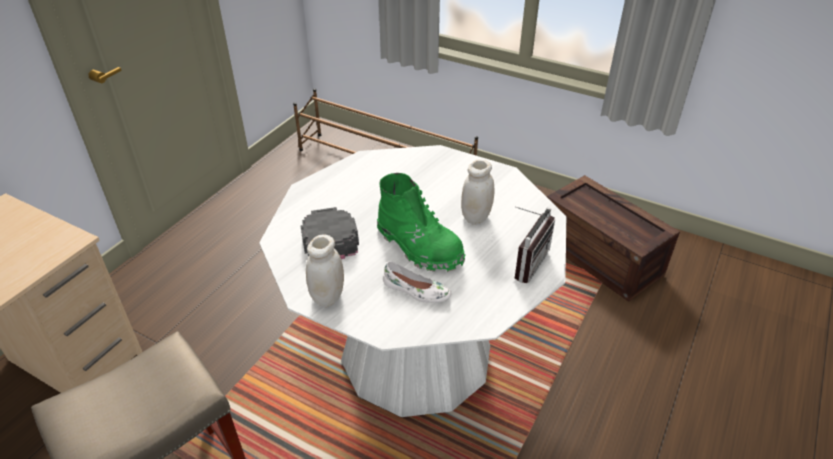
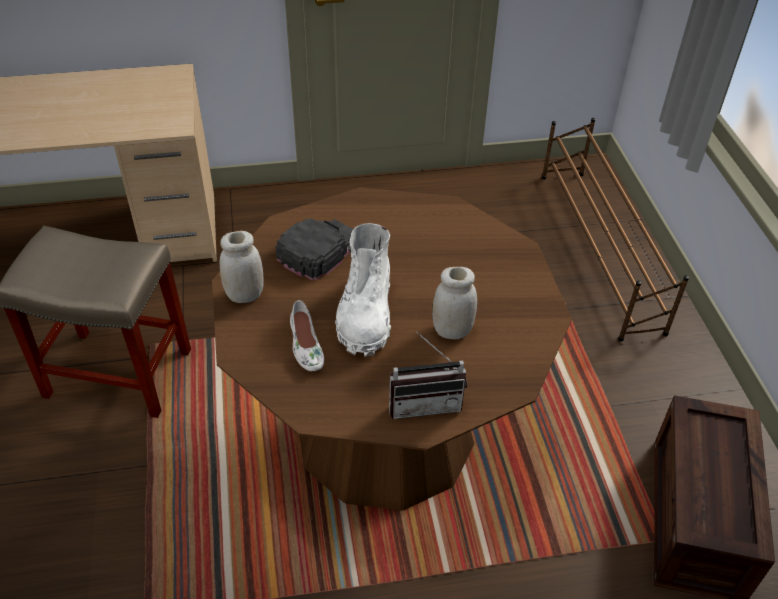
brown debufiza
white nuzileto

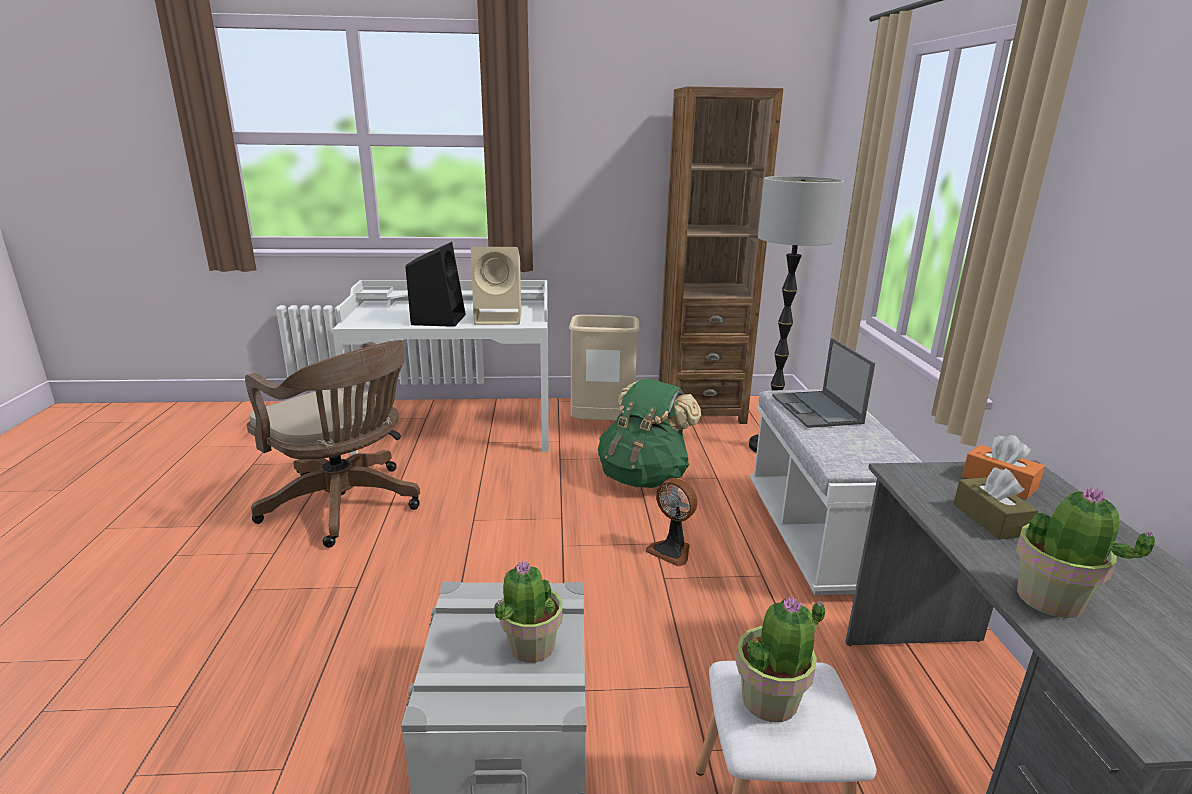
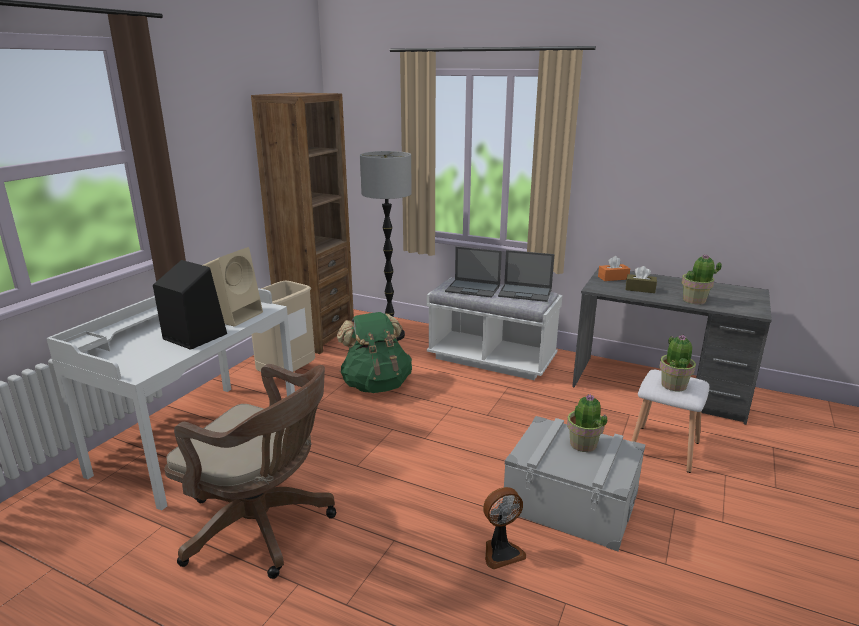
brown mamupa
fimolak
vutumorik (no. 2 from left)

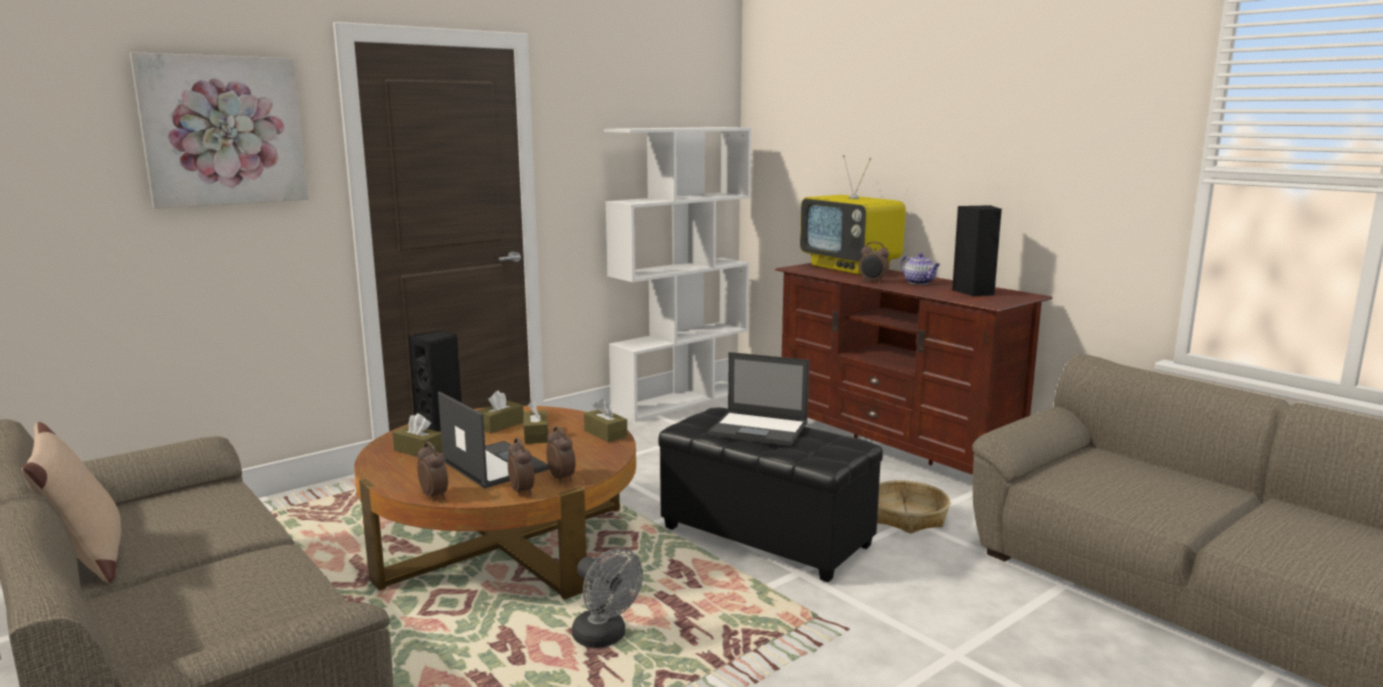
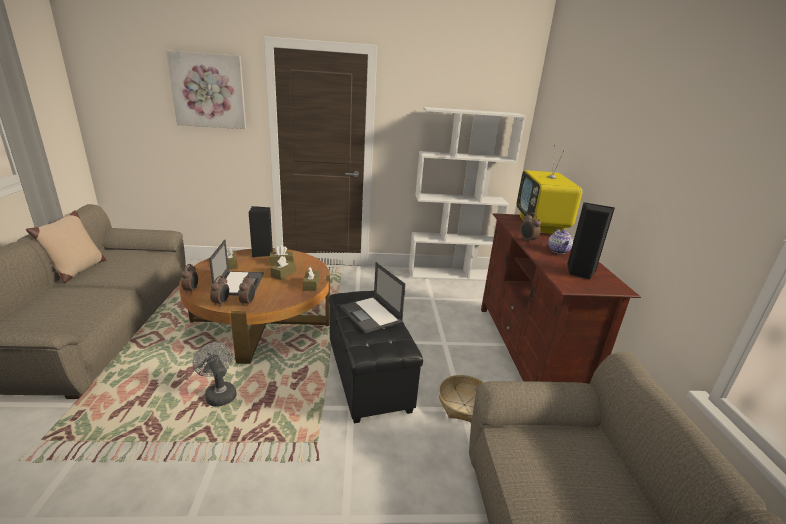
grey fimolak

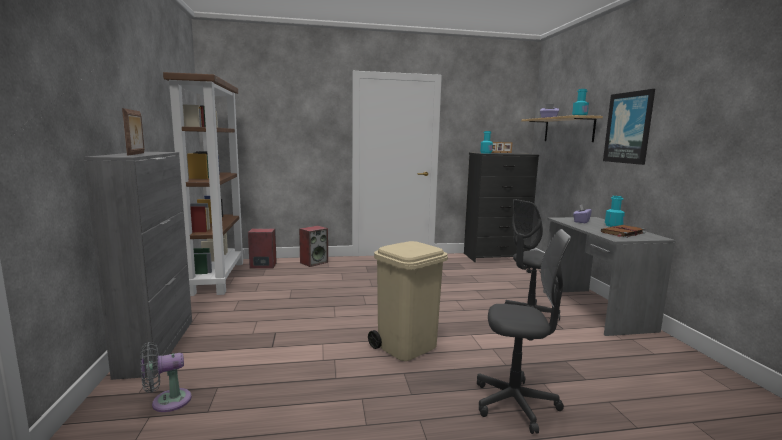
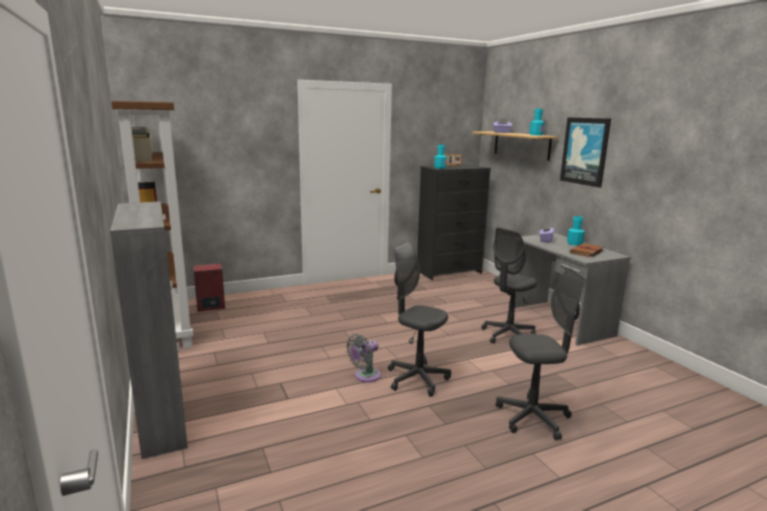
grey fimolak
grey mamupa (no. 1 from left)
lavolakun (no. 1 from left in the first image)
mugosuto (no. 2 from left in the first image)

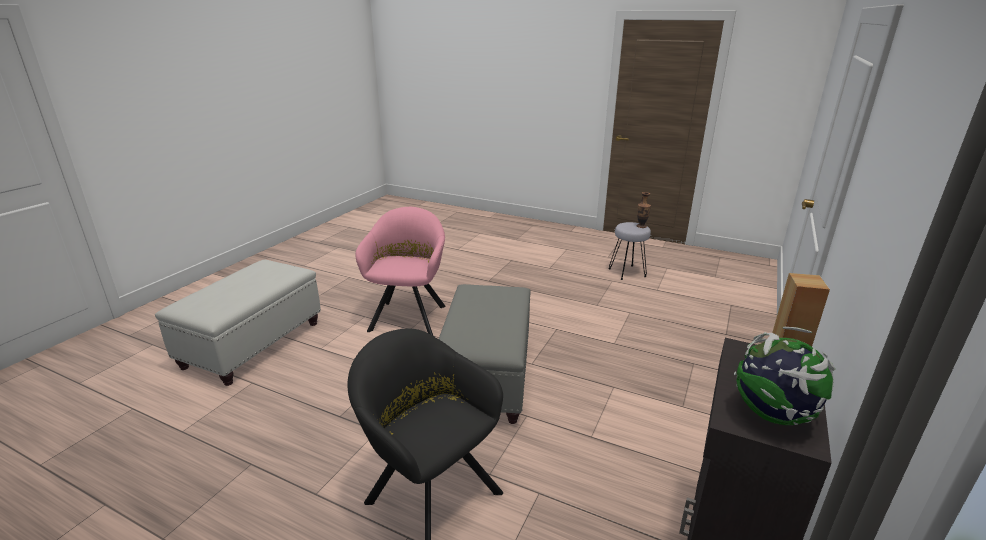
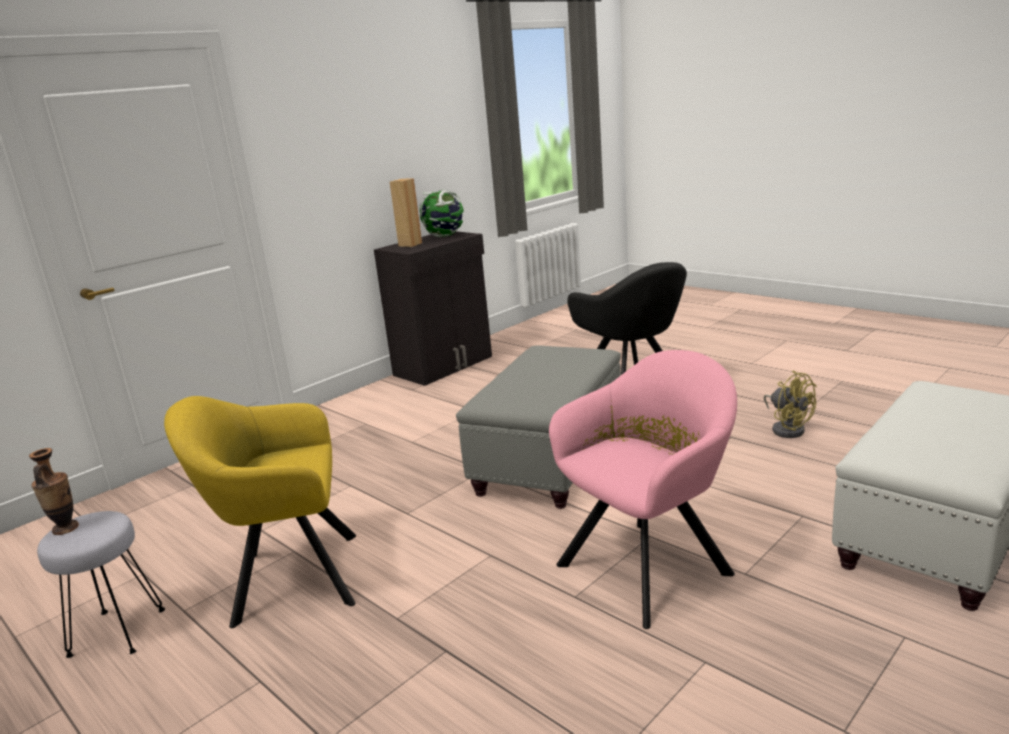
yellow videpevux
pink videpevux
yellow fimolak

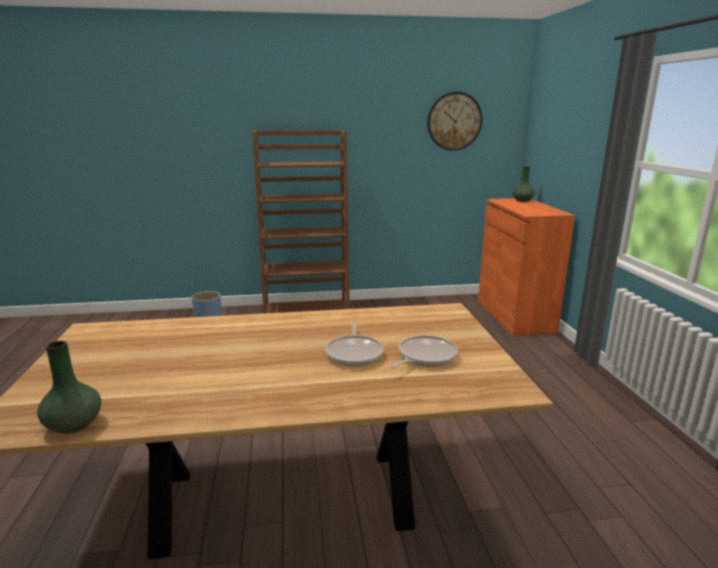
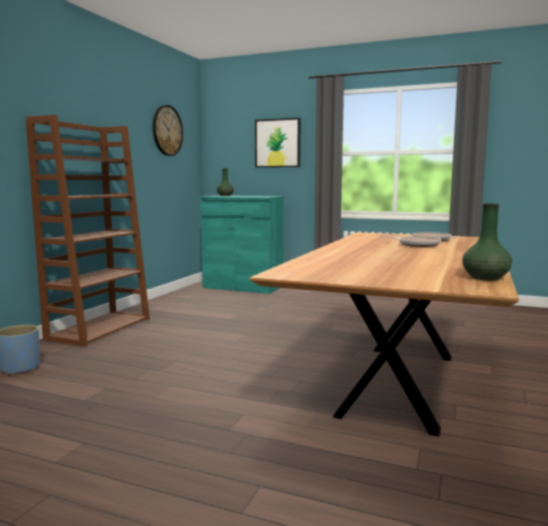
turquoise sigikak
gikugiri

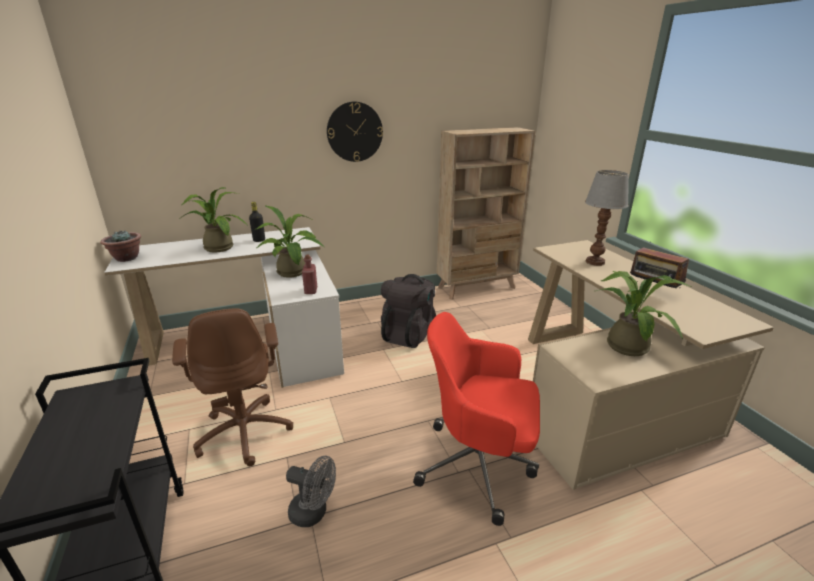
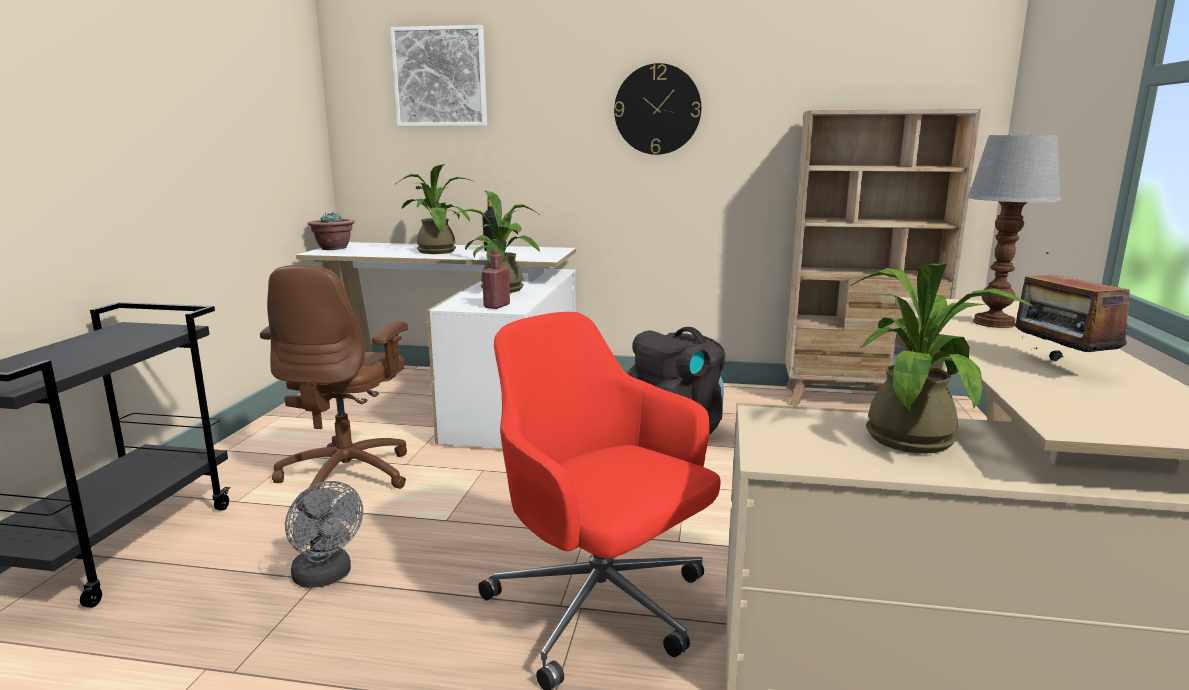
gikugiri

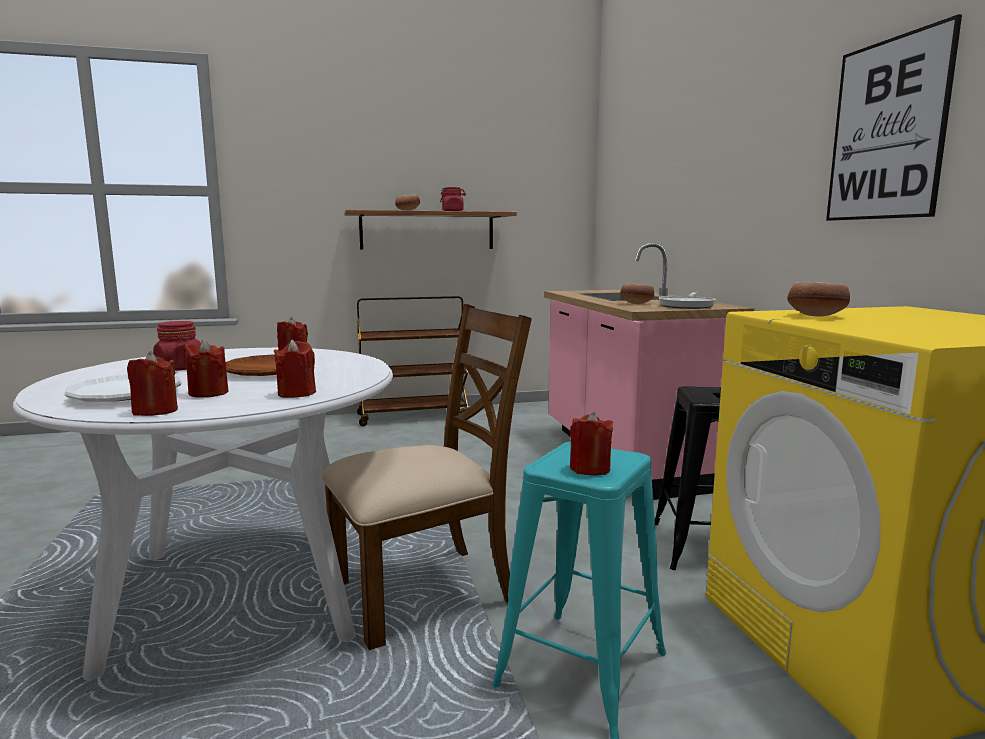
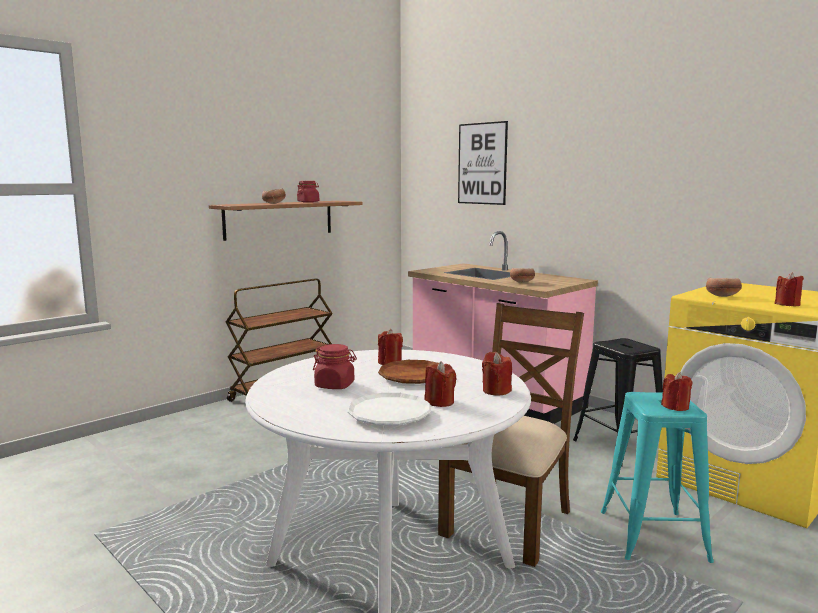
gikugiri
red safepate (no. 5 from left)
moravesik

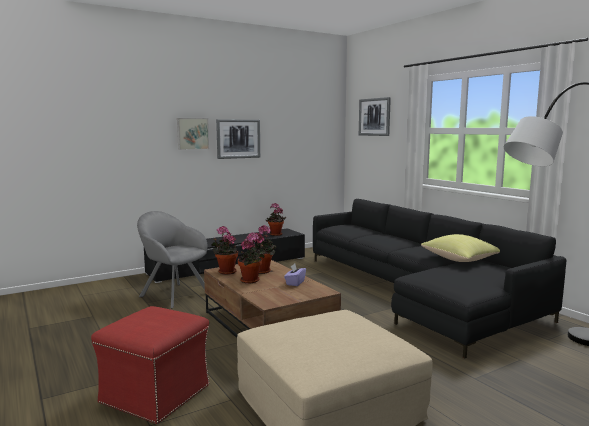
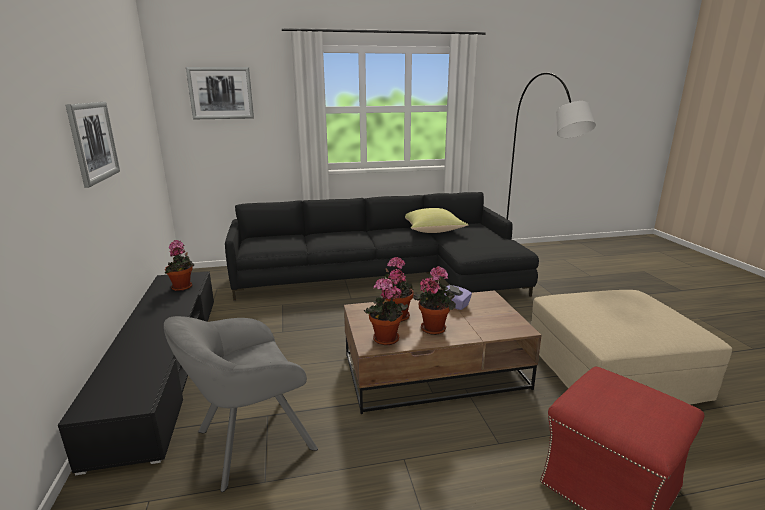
gikugiri (no. 1 from left in the first image)

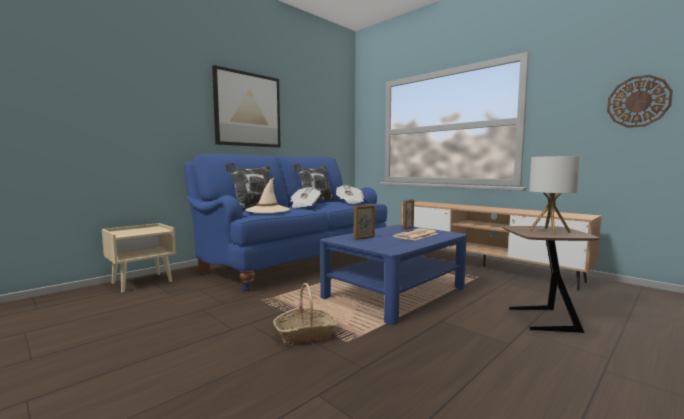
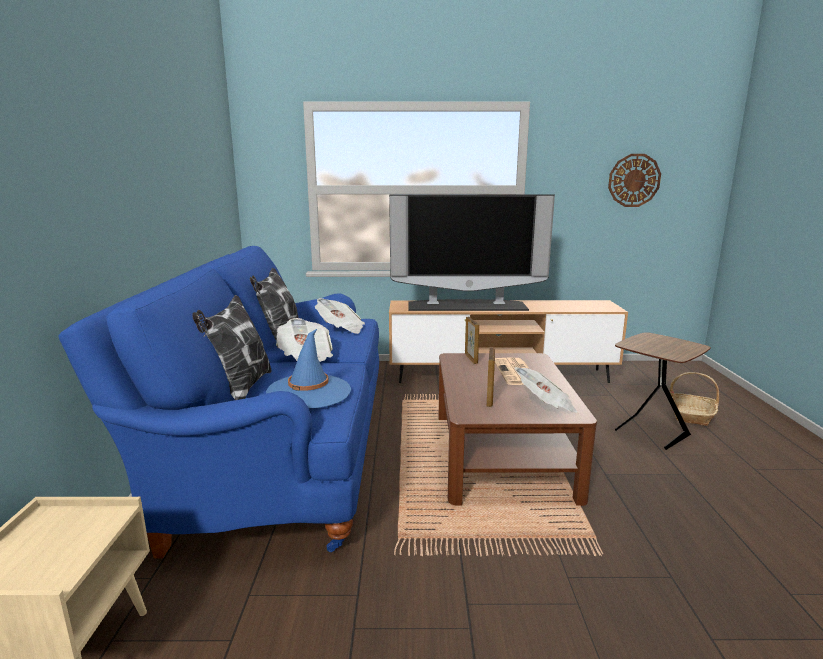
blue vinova
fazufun
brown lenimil
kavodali (no. 4 from left)
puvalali
gikugiri
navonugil

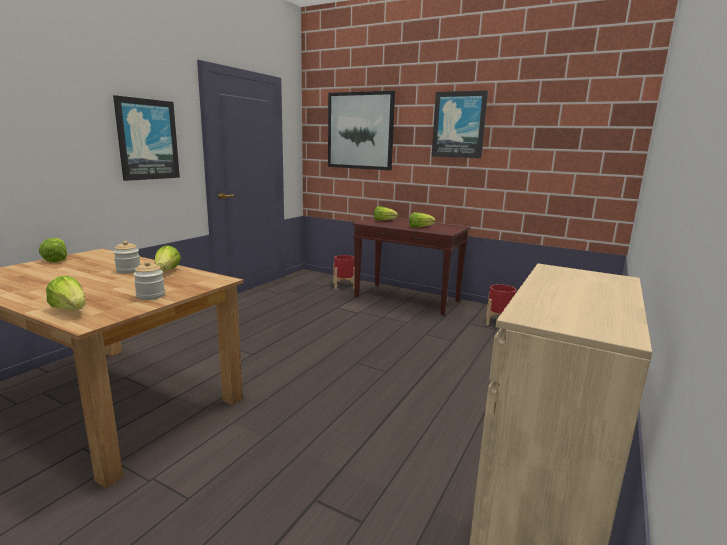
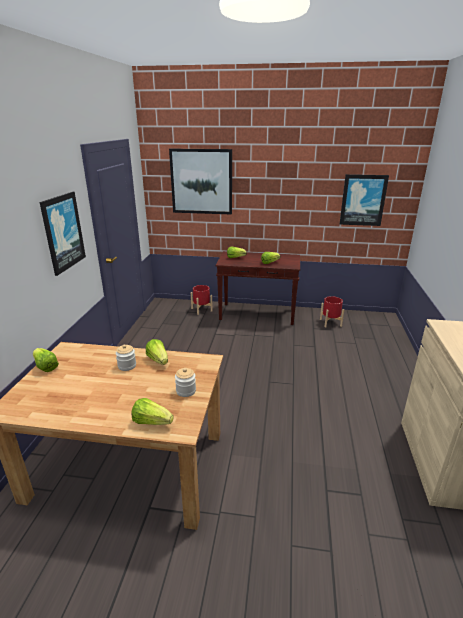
gikugiri (no. 3 from left)

